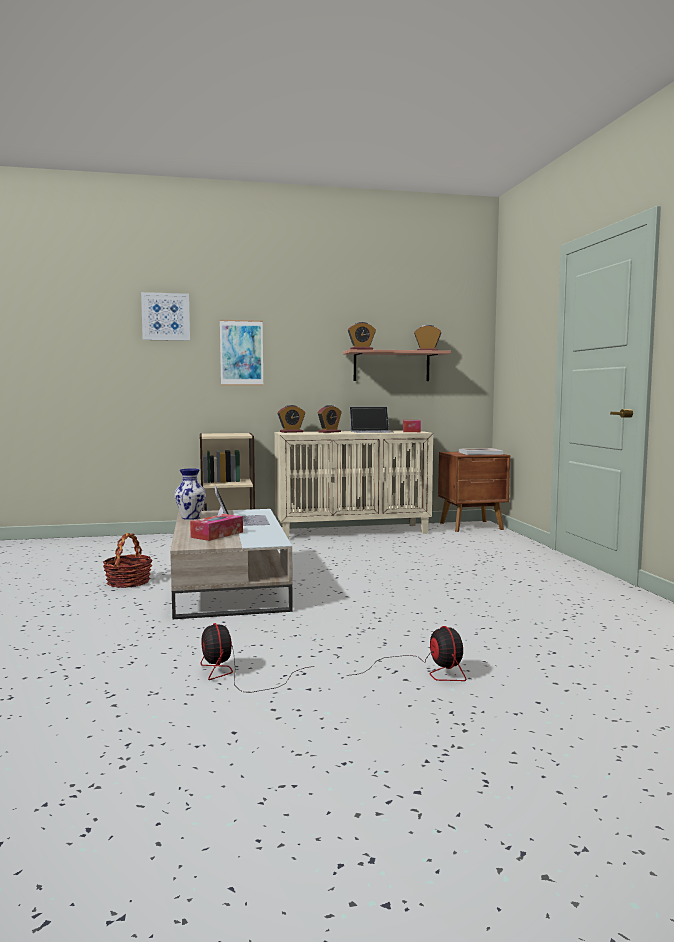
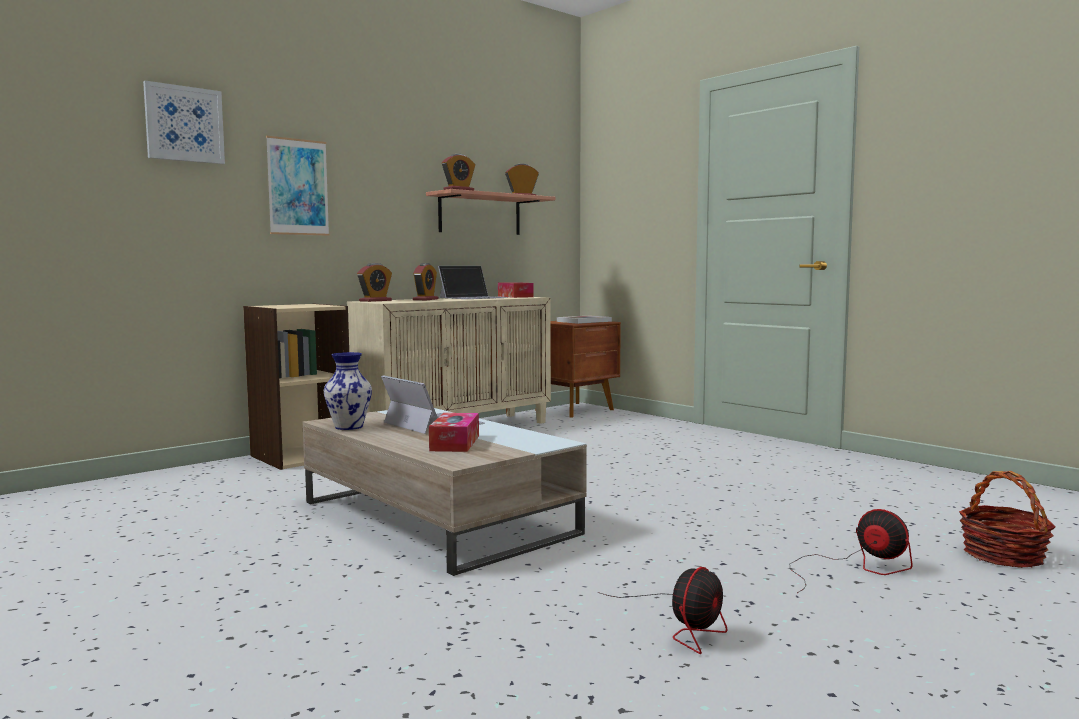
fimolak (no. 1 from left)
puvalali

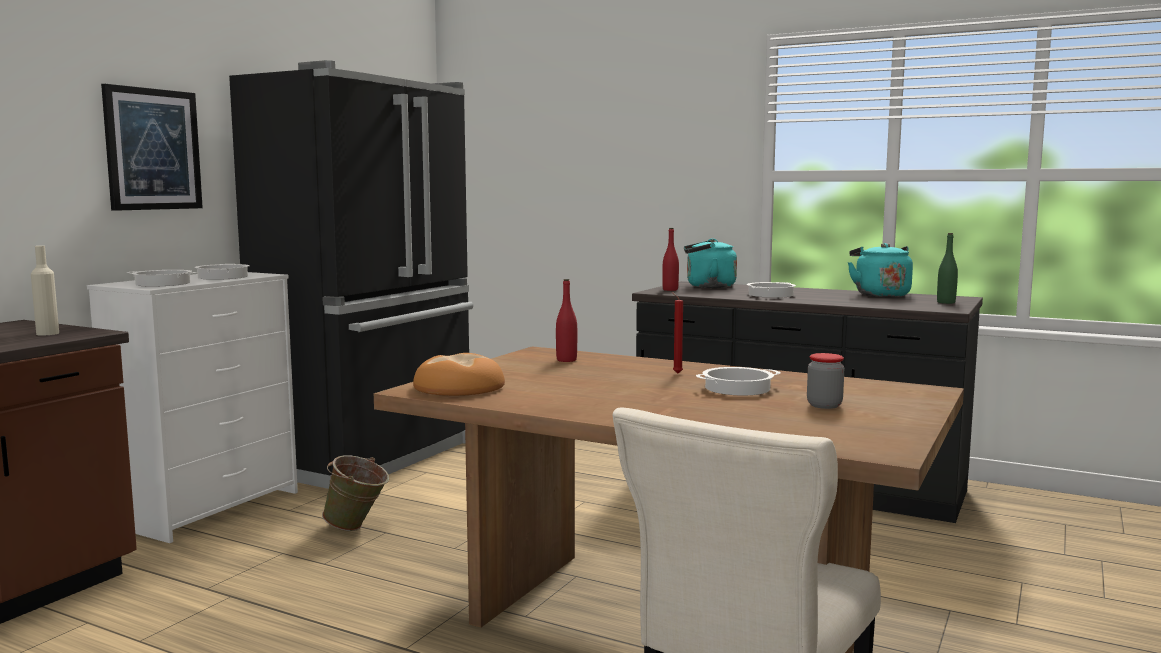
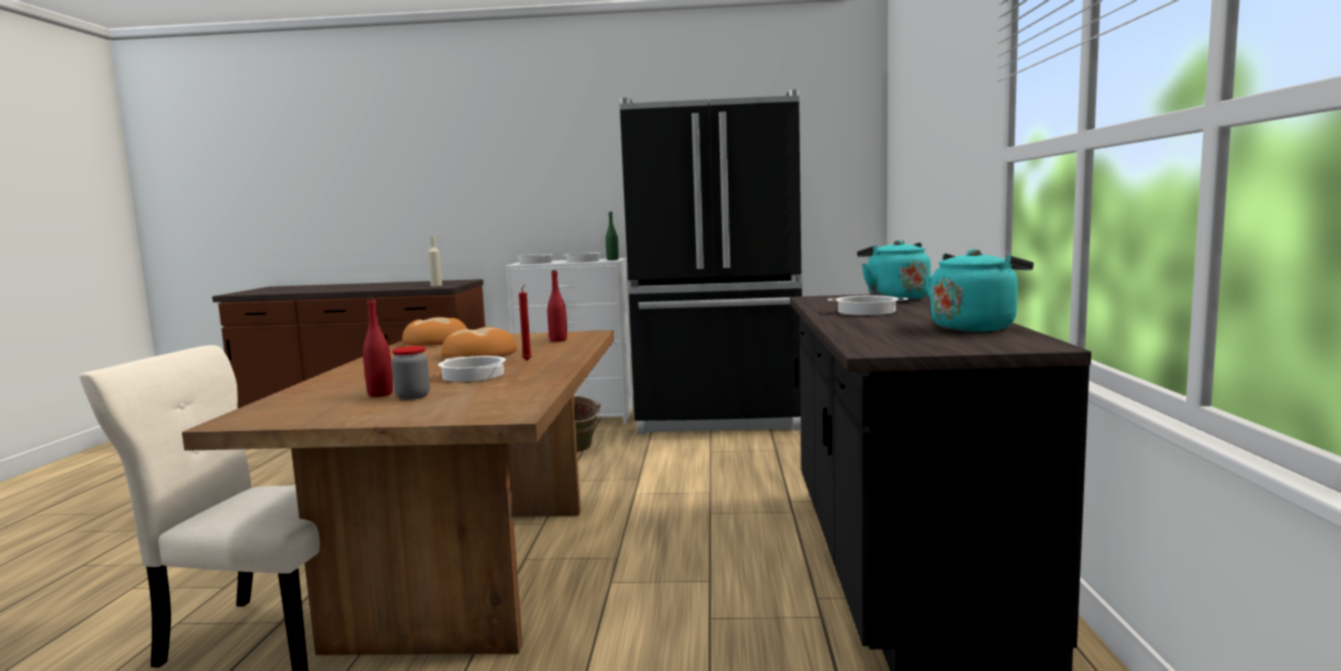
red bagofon (no. 1 from left)
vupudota (no. 2 from left)
green bagofon
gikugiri

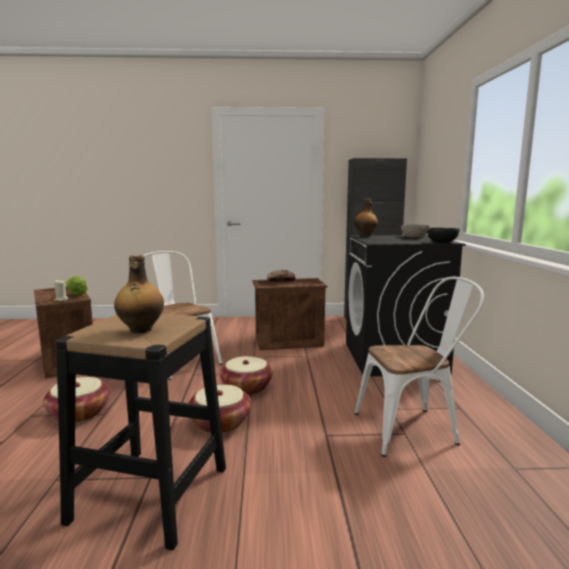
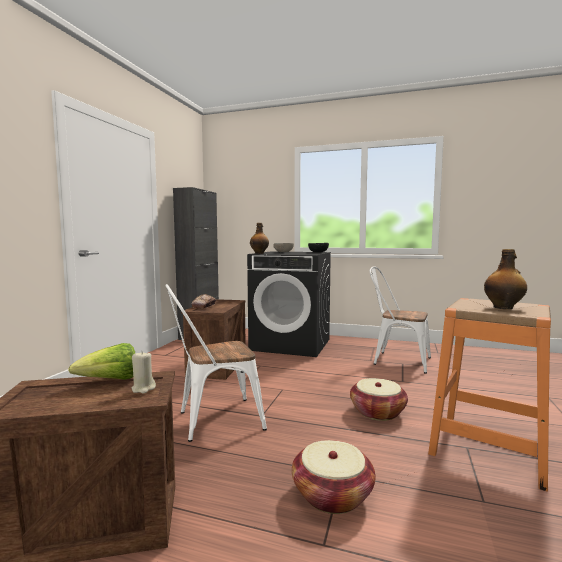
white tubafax (no. 2 from left)
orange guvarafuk
puvalali (no. 3 from left in the first image)

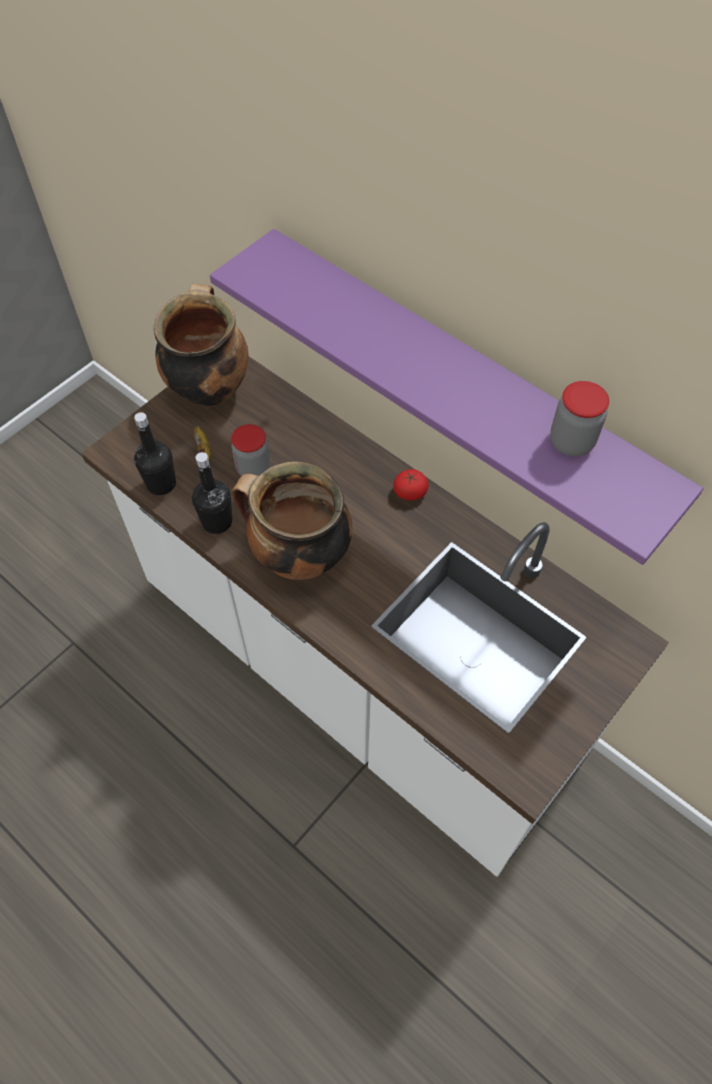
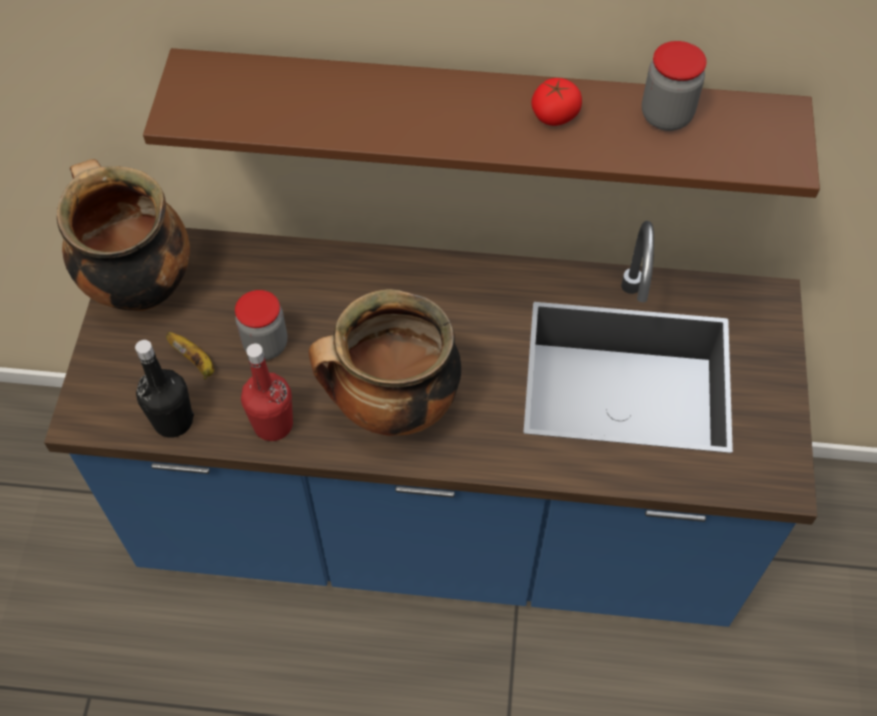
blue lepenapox
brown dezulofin
red bagofon
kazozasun

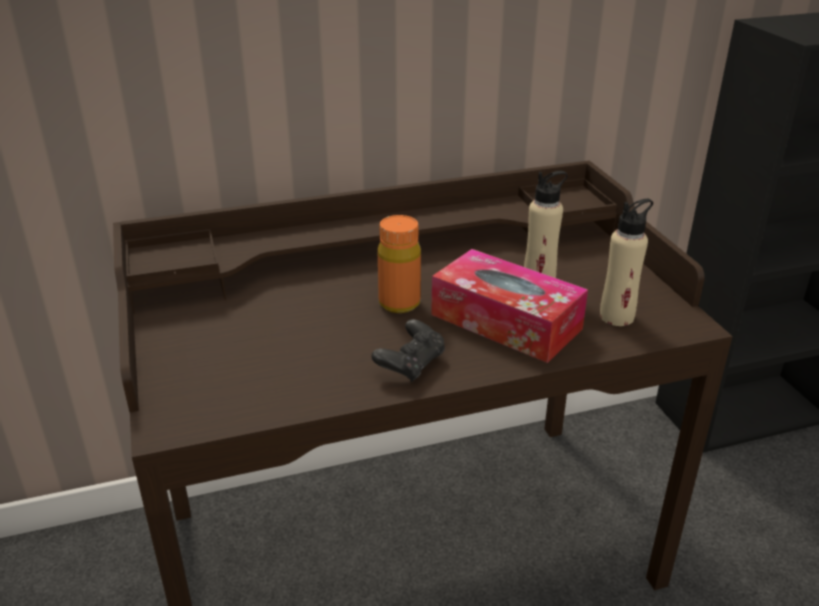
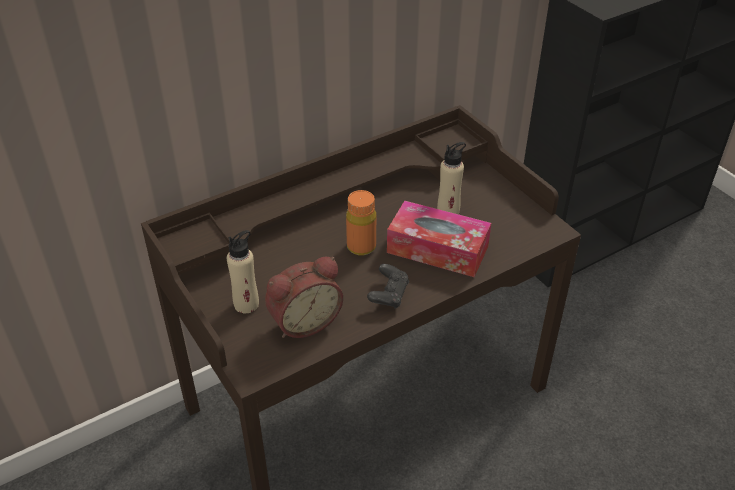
beige bagofon (no. 1 from left)
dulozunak

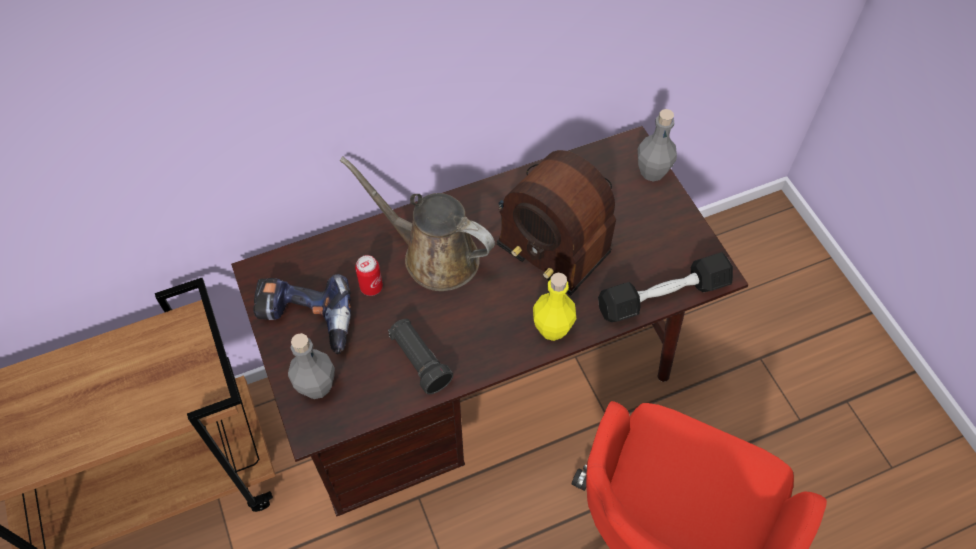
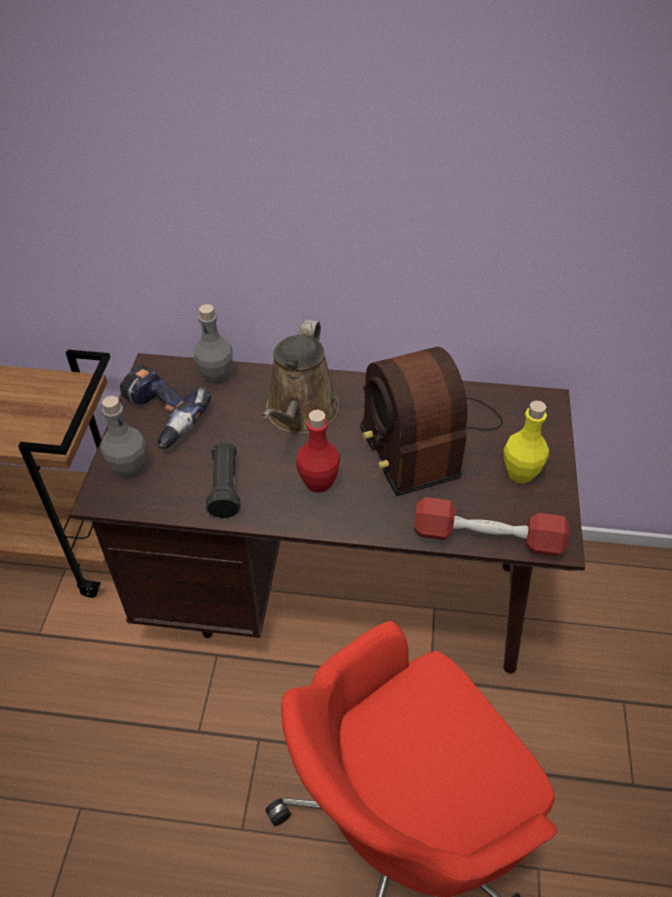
grey bagofon (no. 2 from left)
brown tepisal
red bagofon
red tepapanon
yellow bagofon
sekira

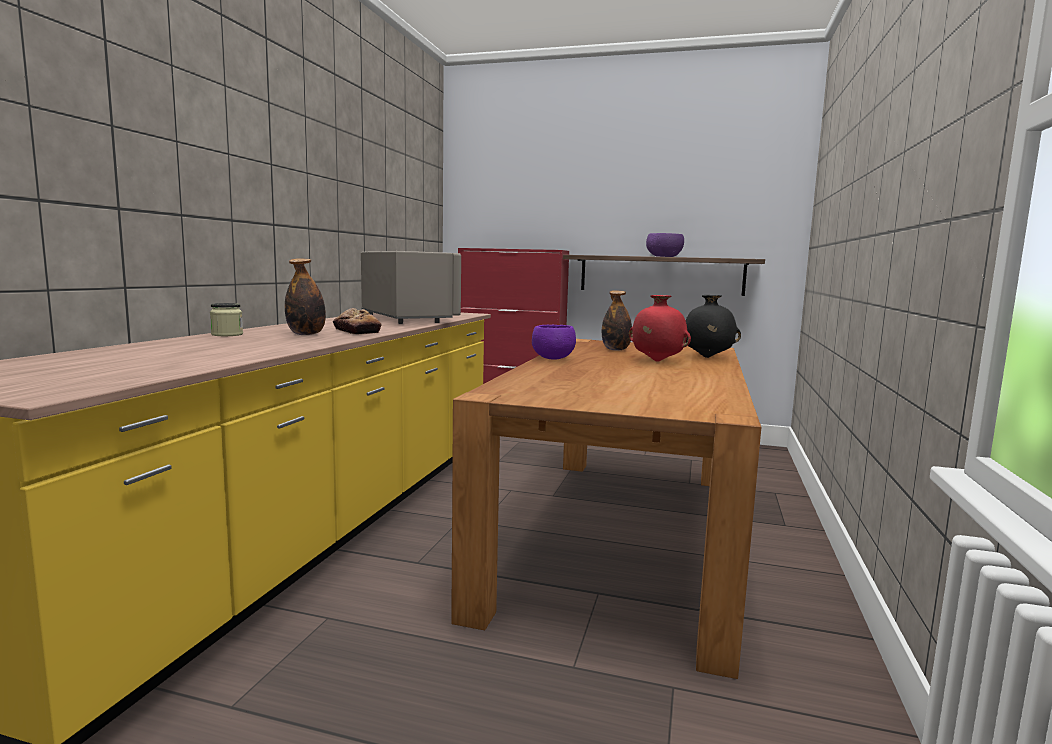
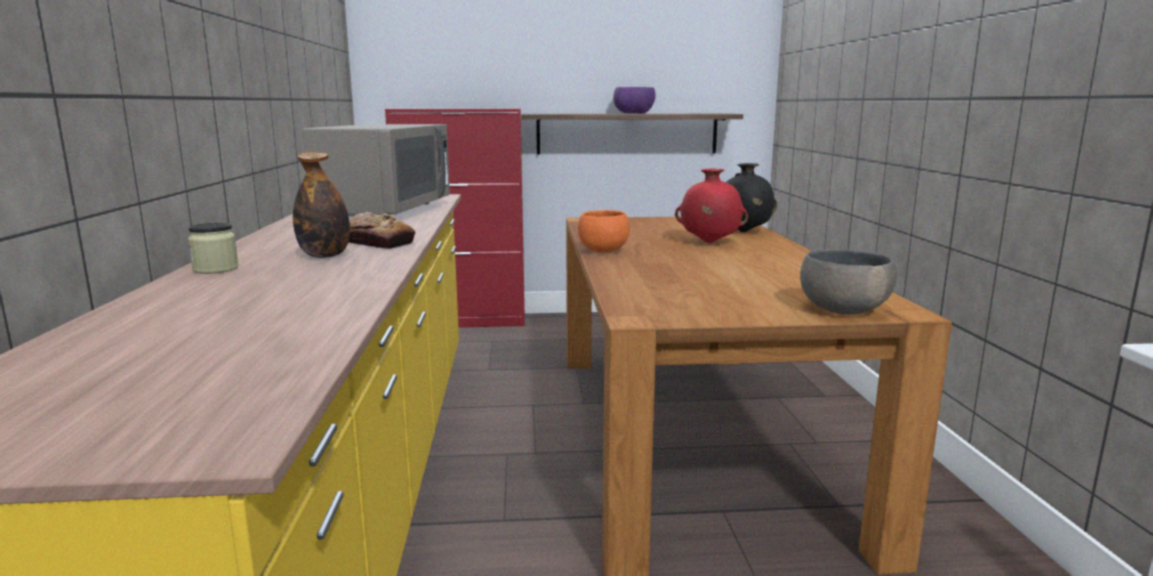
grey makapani
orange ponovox
grey ponovox
bagofon (no. 2 from left in the first image)

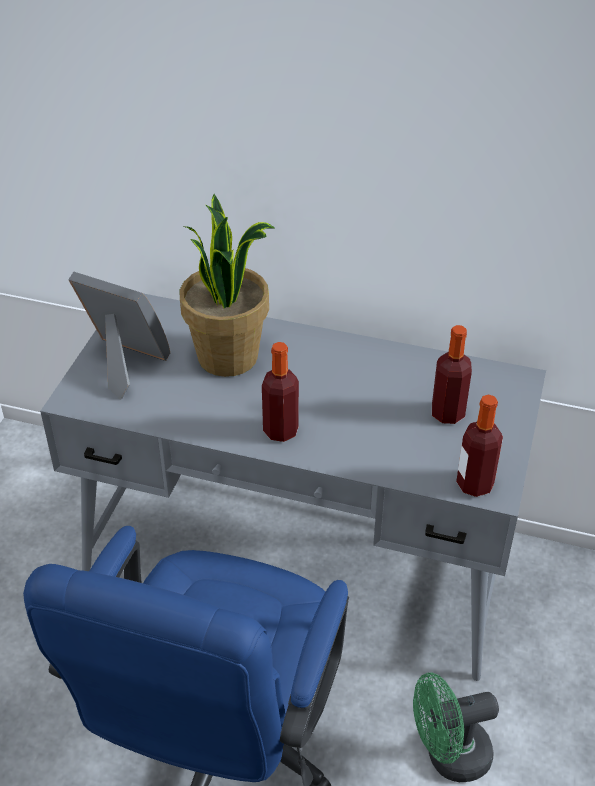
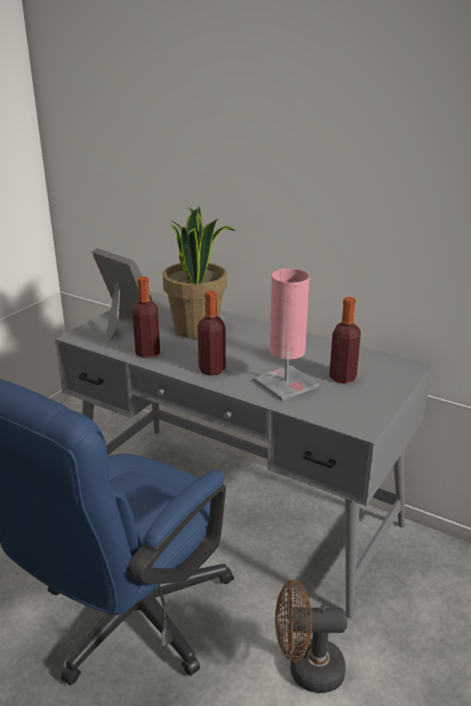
bagofon (no. 1 from left)
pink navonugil
brown fimolak

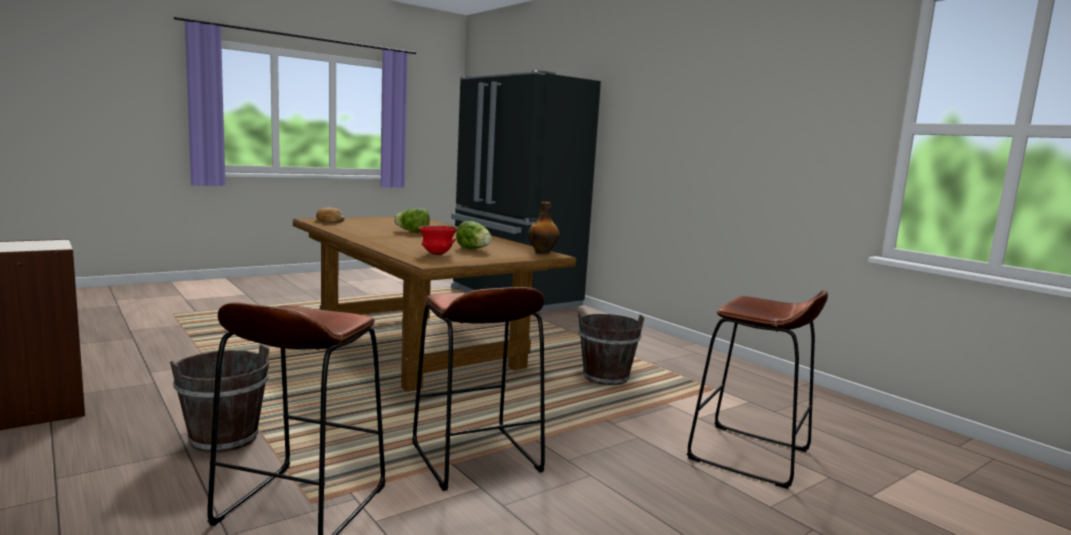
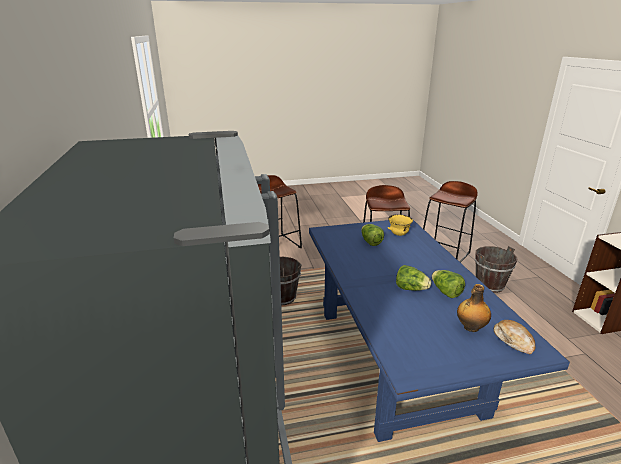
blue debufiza
yellow ponovox
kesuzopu (no. 3 from left)
bagofon

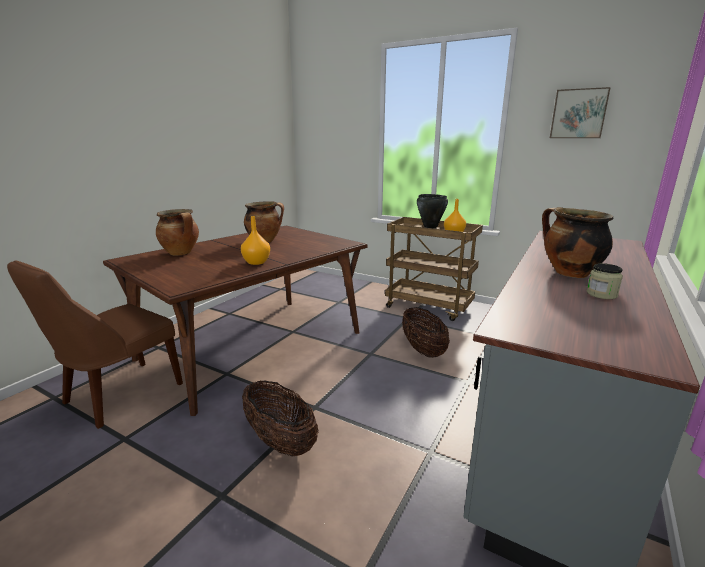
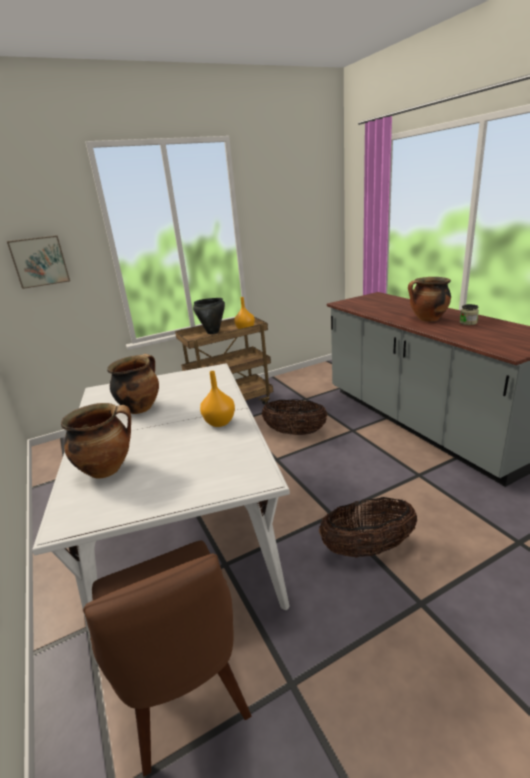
gikugiri
white debufiza

